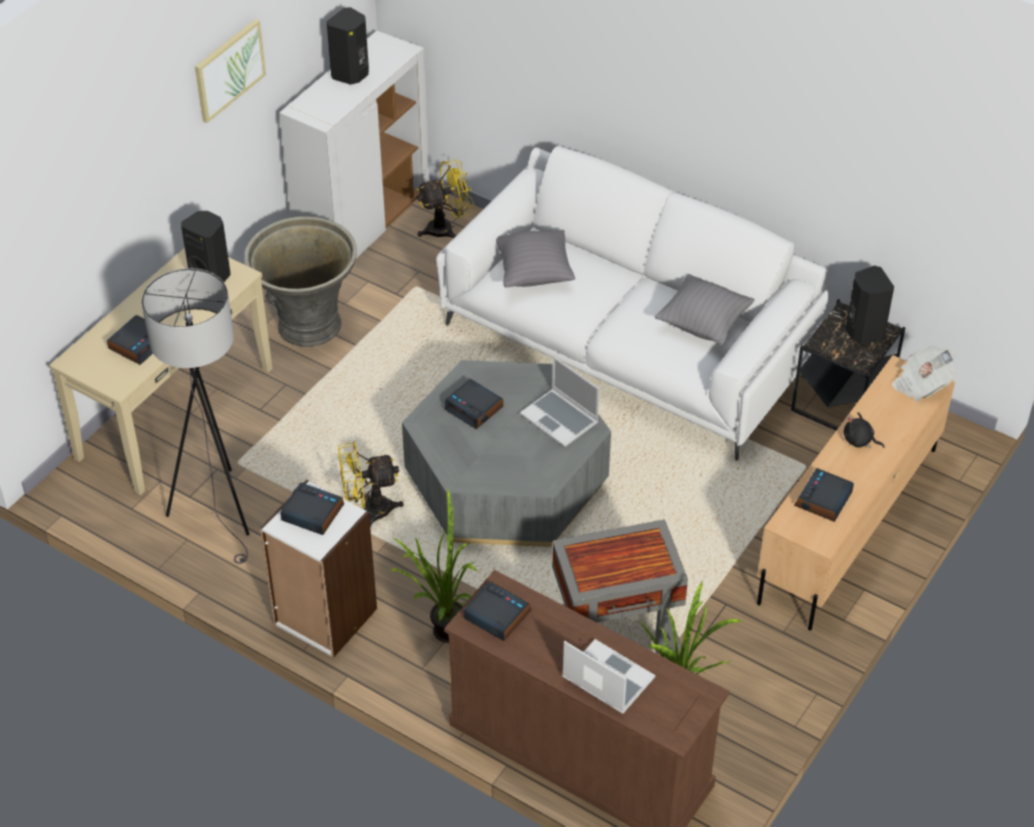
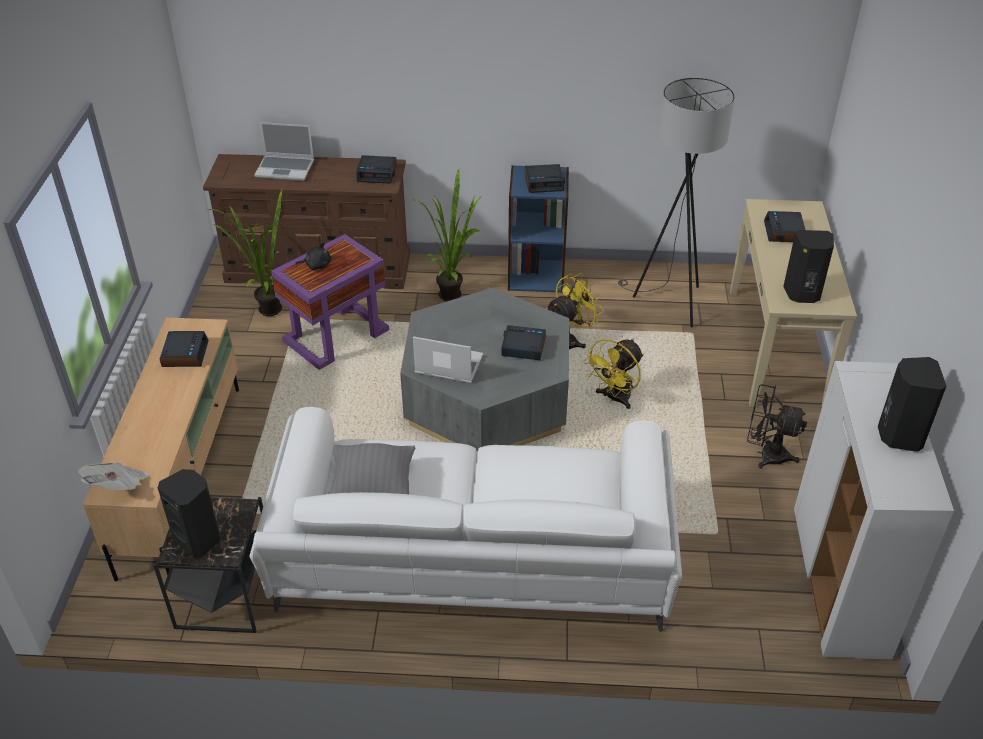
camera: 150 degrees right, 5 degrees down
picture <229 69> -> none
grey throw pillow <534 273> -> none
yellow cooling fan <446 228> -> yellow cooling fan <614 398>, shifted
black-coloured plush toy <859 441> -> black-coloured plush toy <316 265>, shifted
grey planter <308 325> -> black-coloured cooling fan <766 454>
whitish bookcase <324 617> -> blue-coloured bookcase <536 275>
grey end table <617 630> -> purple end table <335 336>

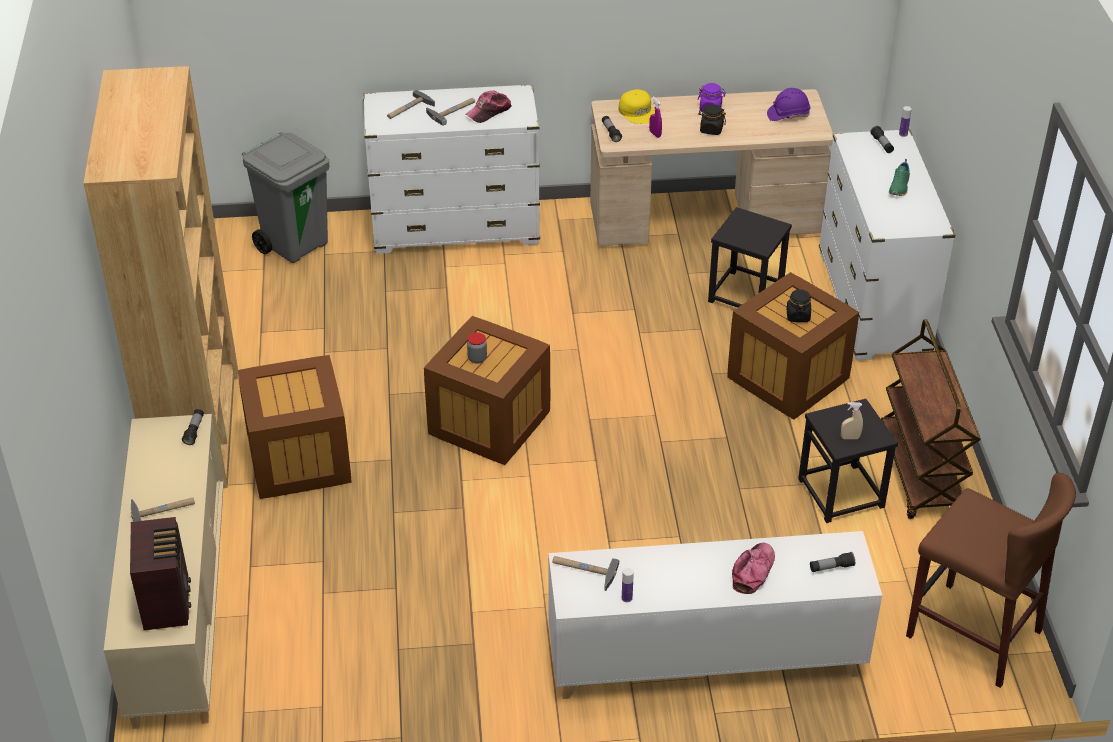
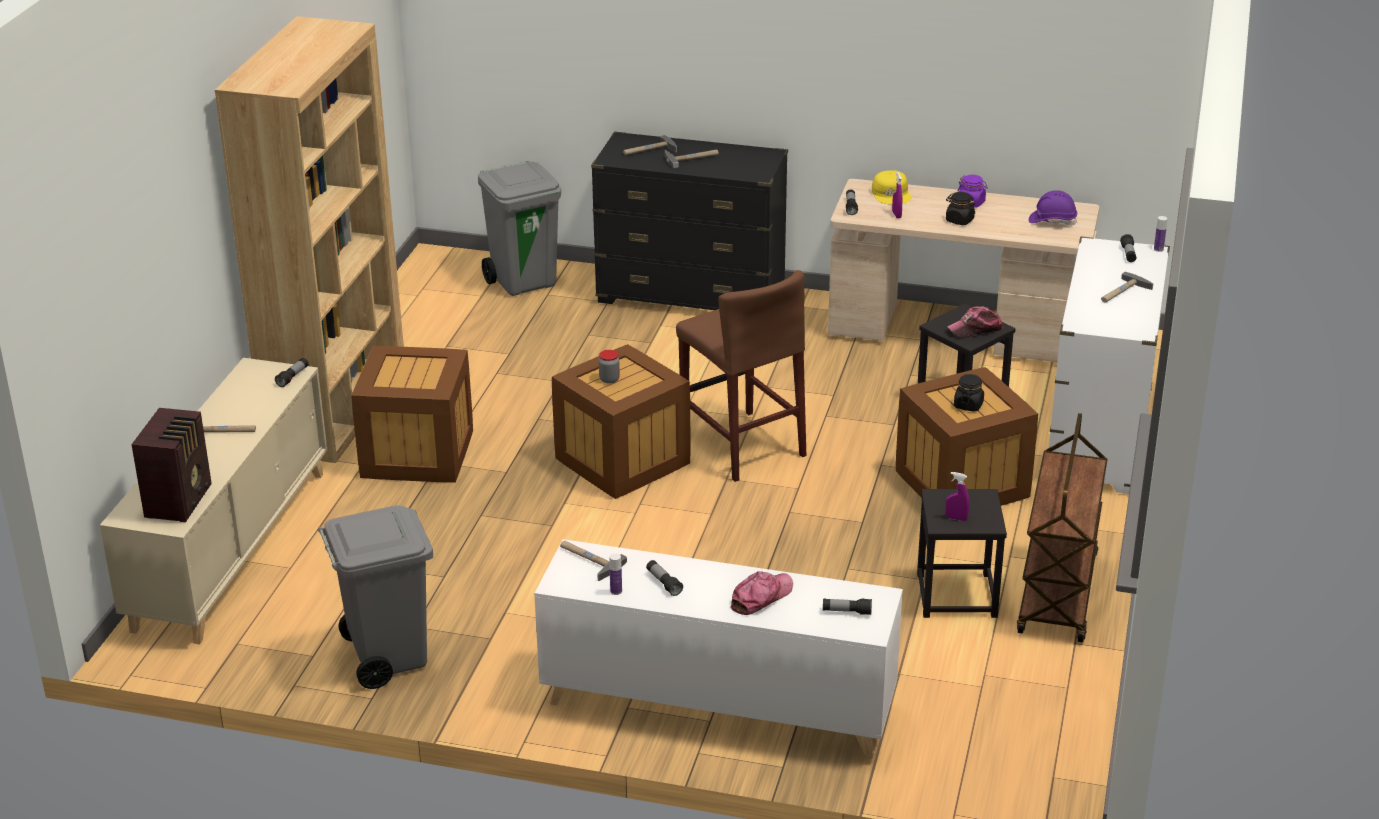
camera: 20 degrees right, 10 degrees down
none -> grey rubbish bin <386 656>
none -> hand torch <664 583>
cap <489 111> -> cap <975 329>, shifted
brown-coloured stool seat <973 633> -> brown-coloured stool seat <742 445>, shifted
greenish shoe <899 187> -> hand hammer <1122 292>
whitish dresser <456 229> -> black-coloured dresser <691 296>
beige-coloured spray bottle <850 437> -> purple spray bottle <956 518>

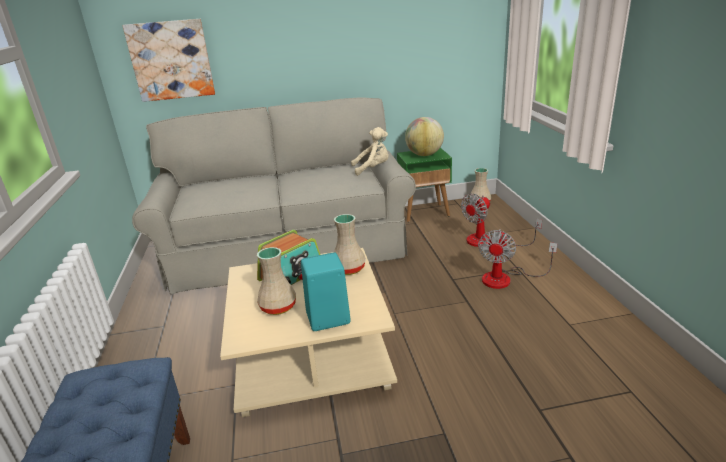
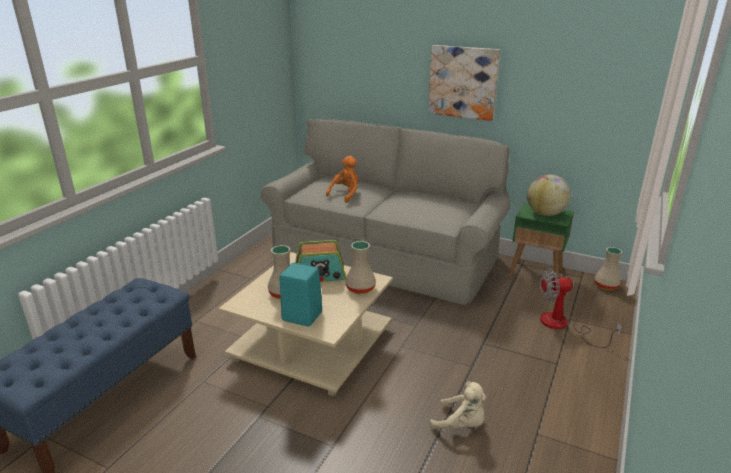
camera: 35 degrees right, 0 degrees up
cooling fan <505 278> -> none
none -> orange-coloured plush toy <345 194>
picture <171 60> -> picture <463 82>, shifted
beige-coloured plush toy <372 169> -> beige-coloured plush toy <461 424>, shifted

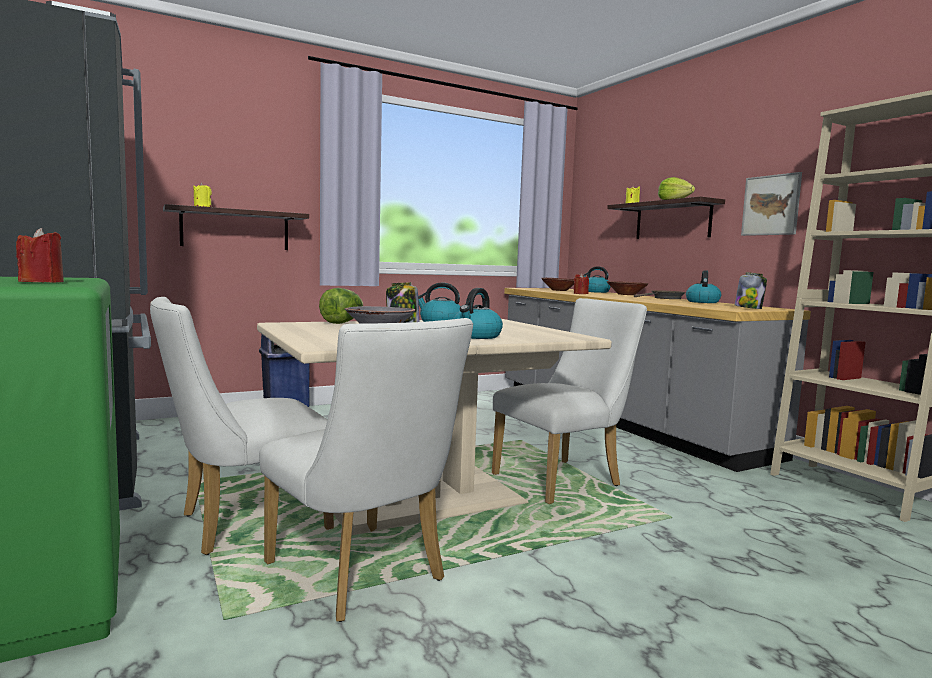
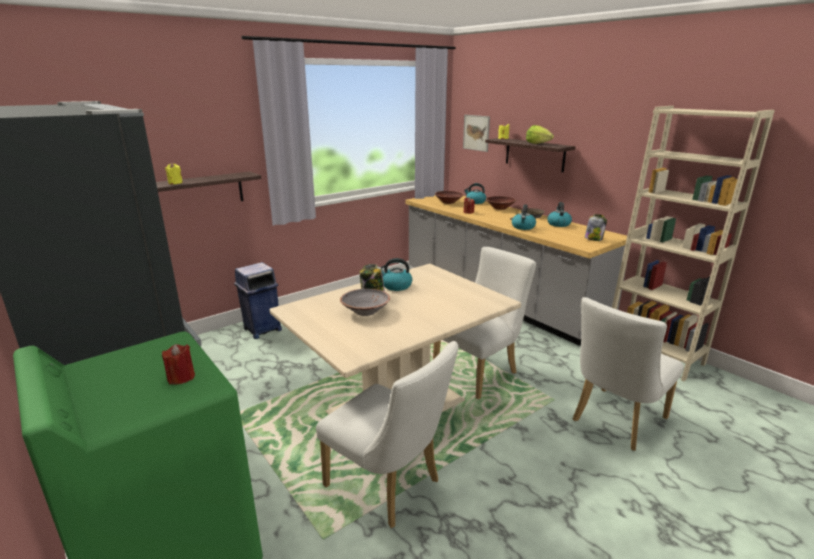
camera: 10 degrees left, 15 degrees up
lettuce <342 322> -> none
whitish chair <244 524> -> whitish chair <615 422>, shifted
kettle <476 336> -> kettle <523 227>, shifted
picture <771 205> -> picture <476 133>, shifted

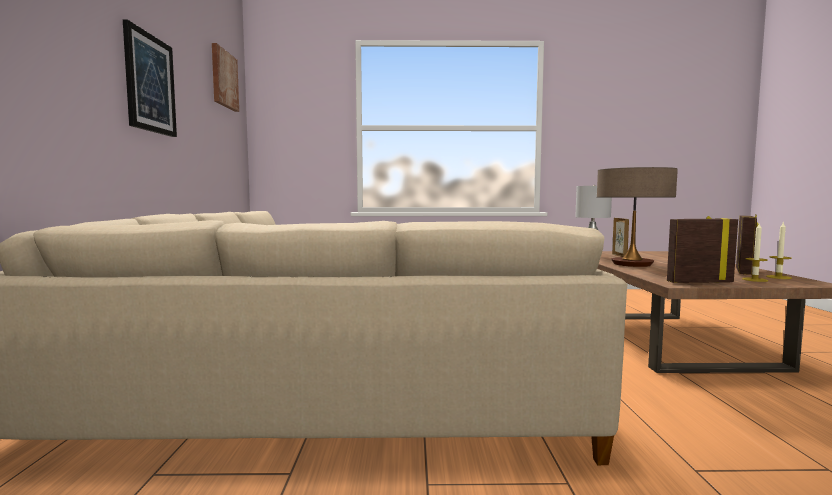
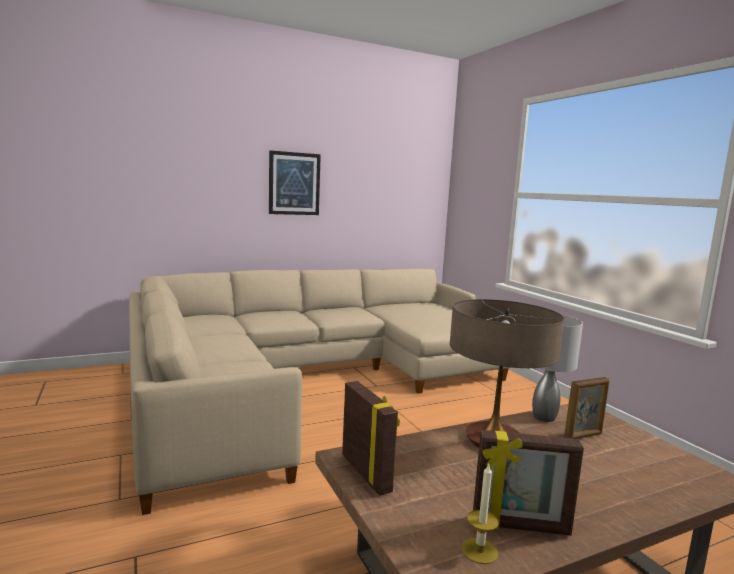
camera: 65 degrees right, 5 degrees up
picture <224 79> -> none
wax candle <754 279> -> none

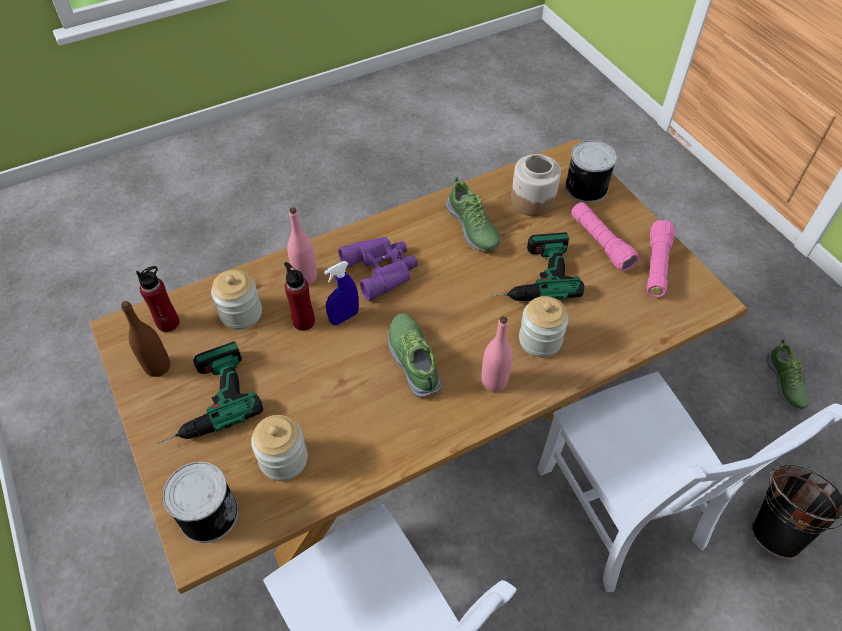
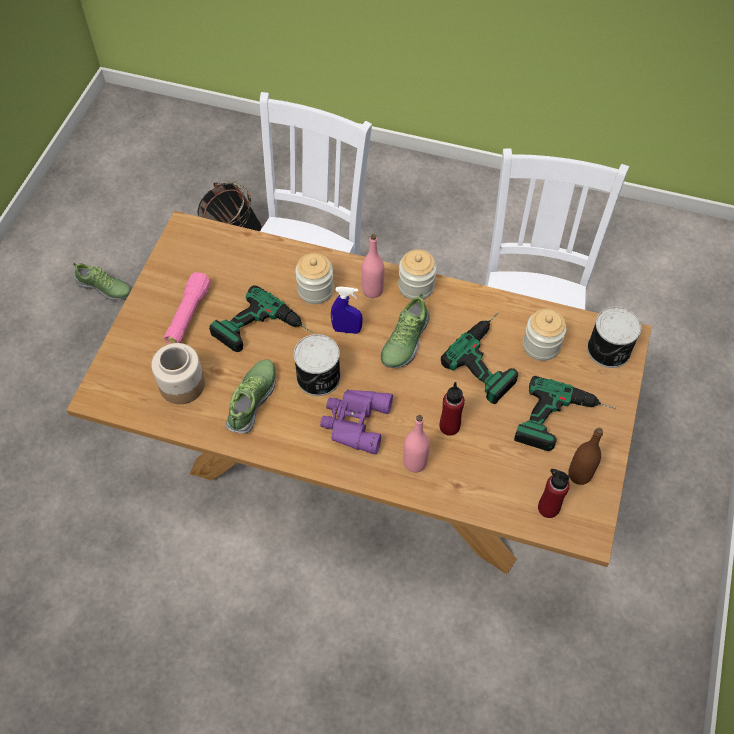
camera: 135 degrees left, 5 degrees up
pinkish hand torch <656 266> -> none
none -> power drill <491 357>
jar <241 313> -> jar <416 286>, shifted
blue-coloured spray bottle <344 317> -> blue-coloured spray bottle <347 330>, shifted
can <584 187> -> can <319 378>, shifted
shoe <785 383> -> shoe <104 288>, 75 degrees clockwise

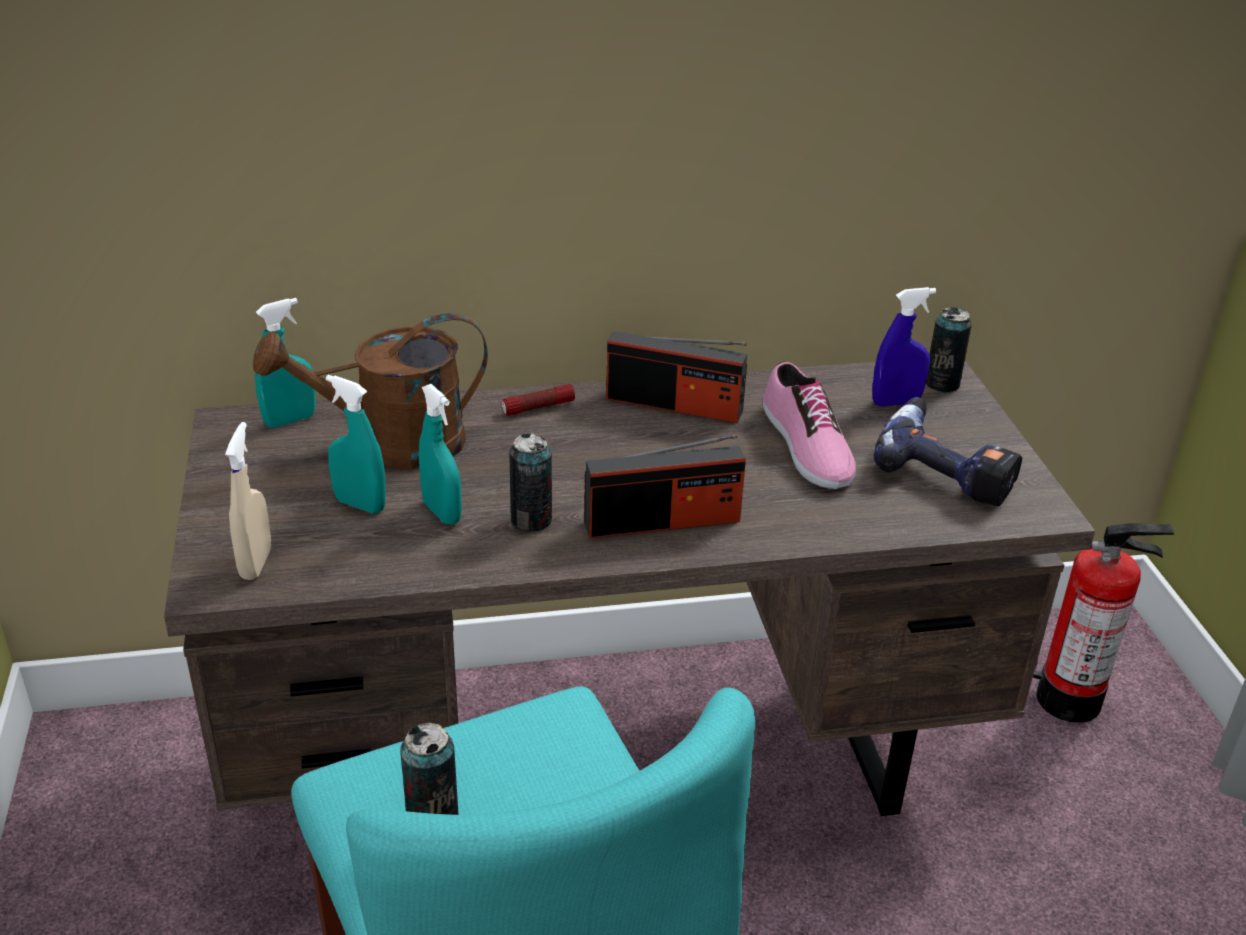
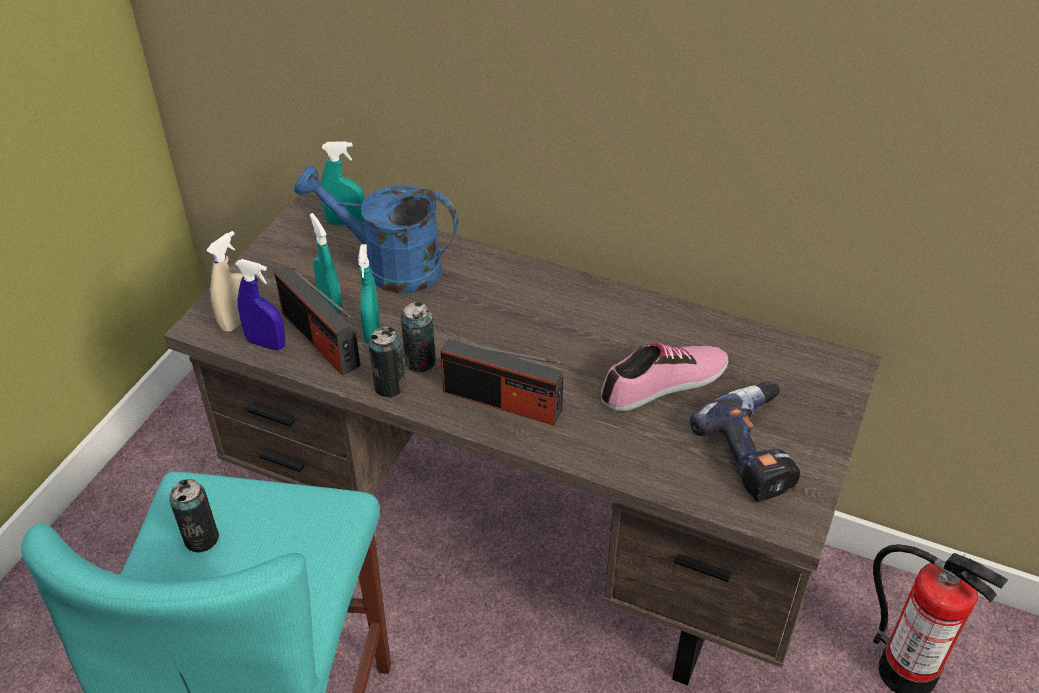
camera: 35 degrees right, 10 degrees up
hand torch <538 407> -> none
radio receiver <674 405> -> radio receiver <320 339>, shifted
blue-coloured spray bottle <896 402> -> blue-coloured spray bottle <266 344>, shifted
can <942 383> -> can <389 386>, shifted
brown-coloured watering pot <392 444> -> blue-coloured watering pot <389 266>
shoe <805 446> -> shoe <665 384>, 135 degrees counterclockwise

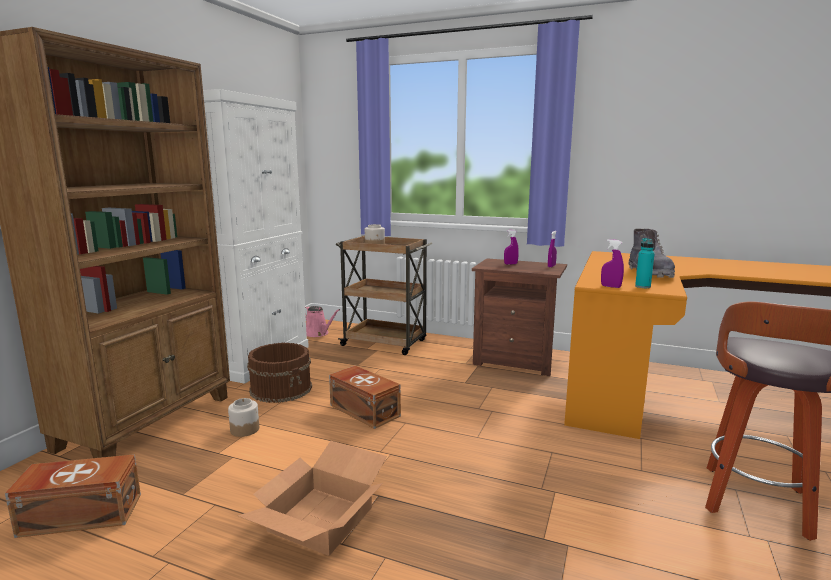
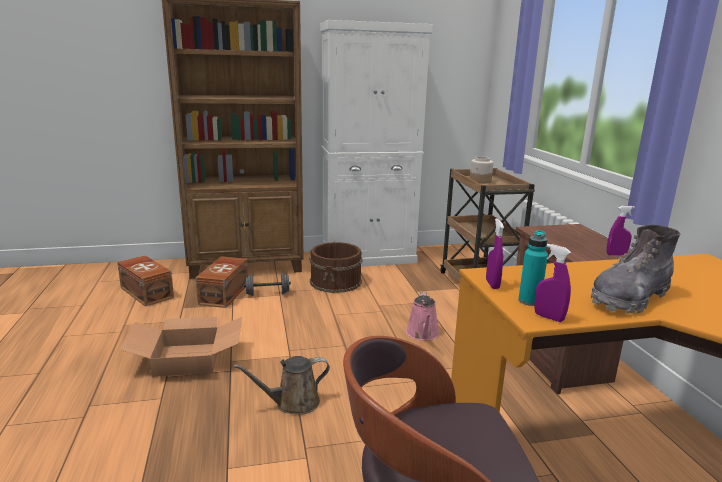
camera: 55 degrees right, 5 degrees up
none -> brown-coloured watering pot <293 403>
pinkish watering pot <318 333> -> pinkish watering pot <423 334>, shifted
brown-coloured storage container <364 410> -> brown-coloured storage container <225 293>, shifted
purple spray bottle <510 264> -> purple spray bottle <548 317>, shifted
jar <244 429> -> grey hand weight <267 294>

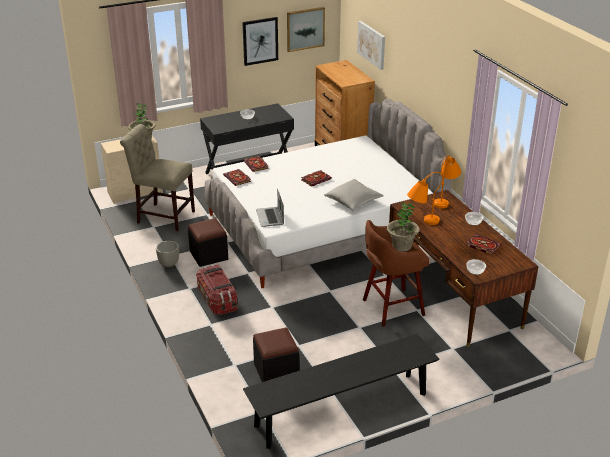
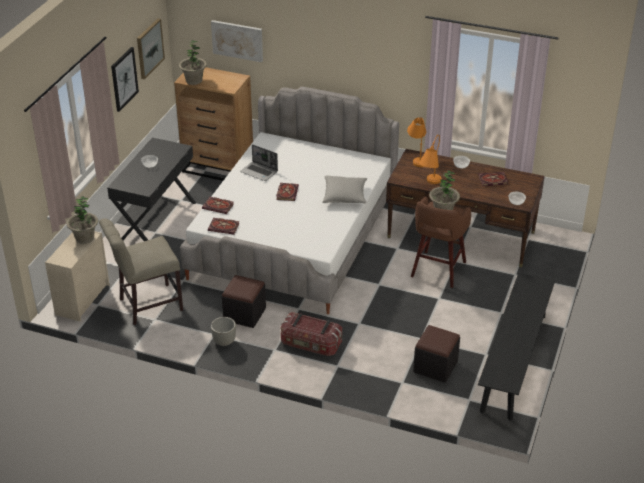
camera: 45 degrees left, 5 degrees up
none -> houseplant <194 80>
portable computer <270 218> -> portable computer <259 172>, shifted

